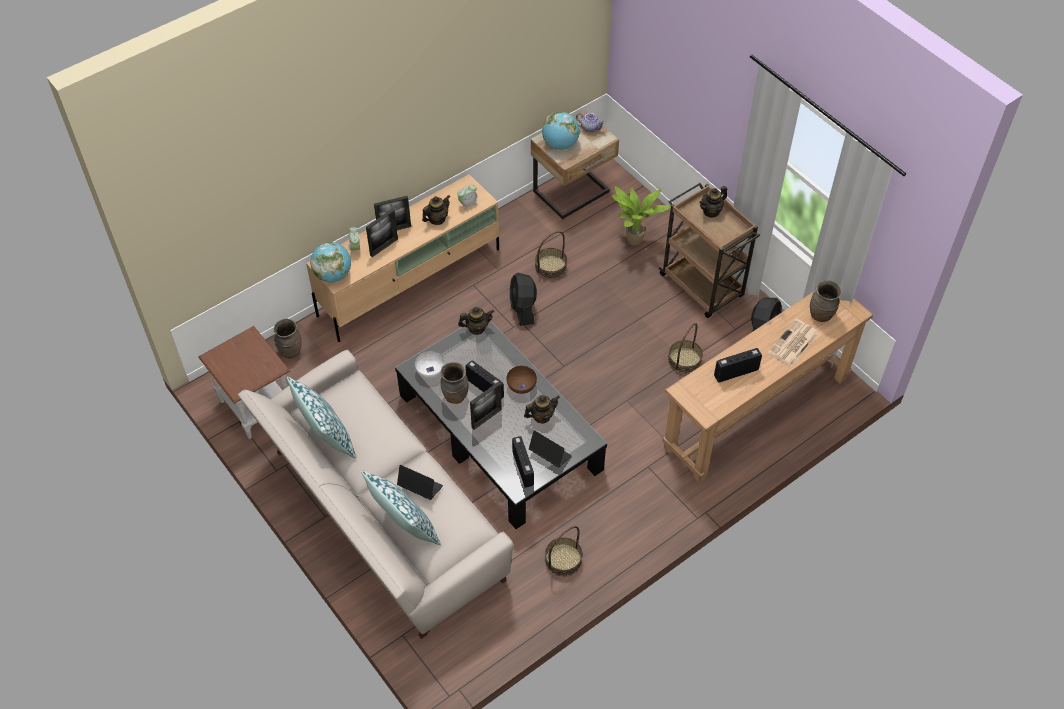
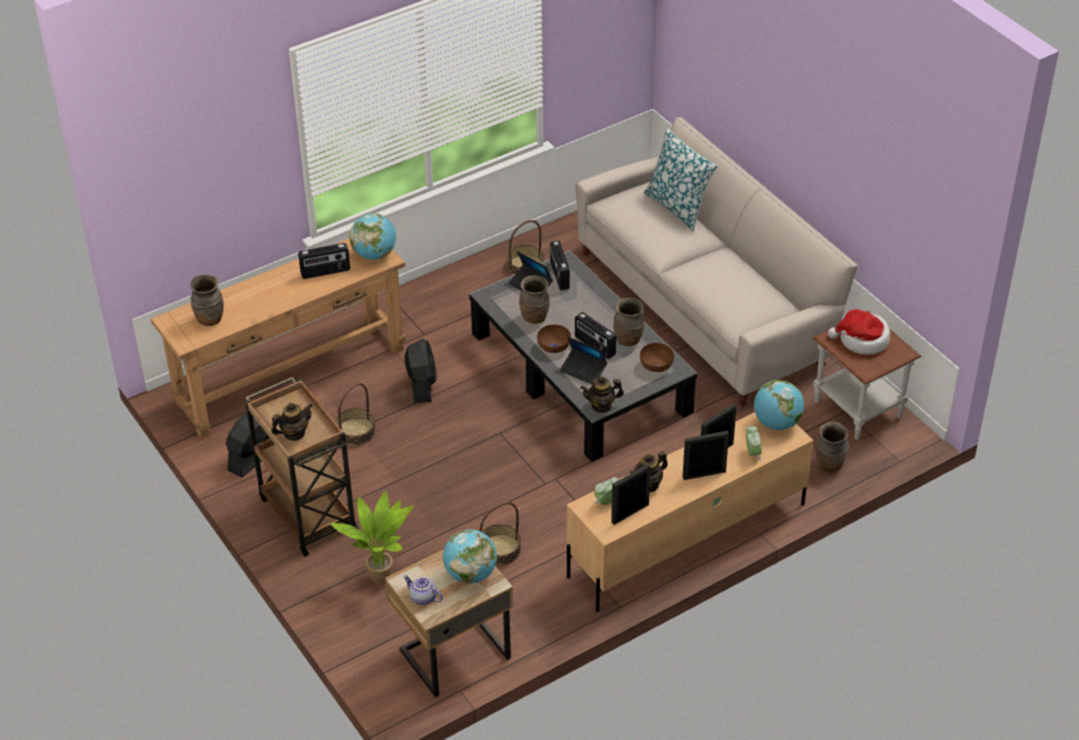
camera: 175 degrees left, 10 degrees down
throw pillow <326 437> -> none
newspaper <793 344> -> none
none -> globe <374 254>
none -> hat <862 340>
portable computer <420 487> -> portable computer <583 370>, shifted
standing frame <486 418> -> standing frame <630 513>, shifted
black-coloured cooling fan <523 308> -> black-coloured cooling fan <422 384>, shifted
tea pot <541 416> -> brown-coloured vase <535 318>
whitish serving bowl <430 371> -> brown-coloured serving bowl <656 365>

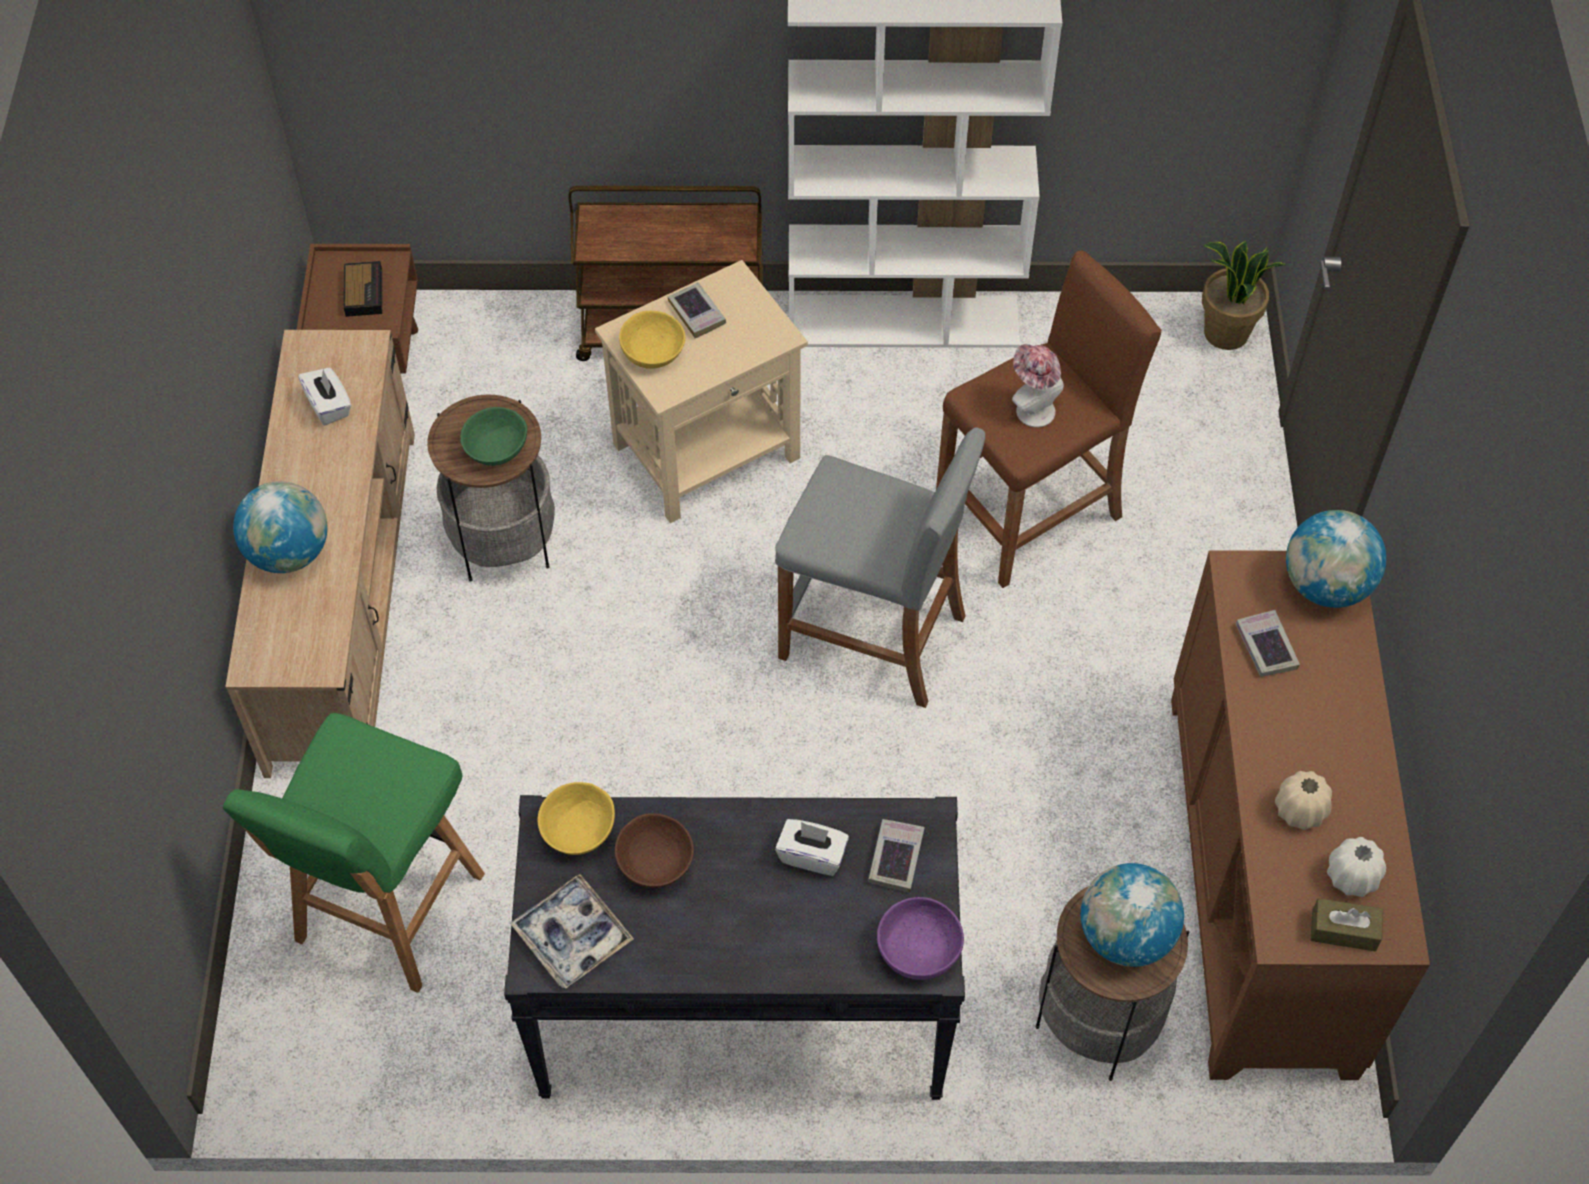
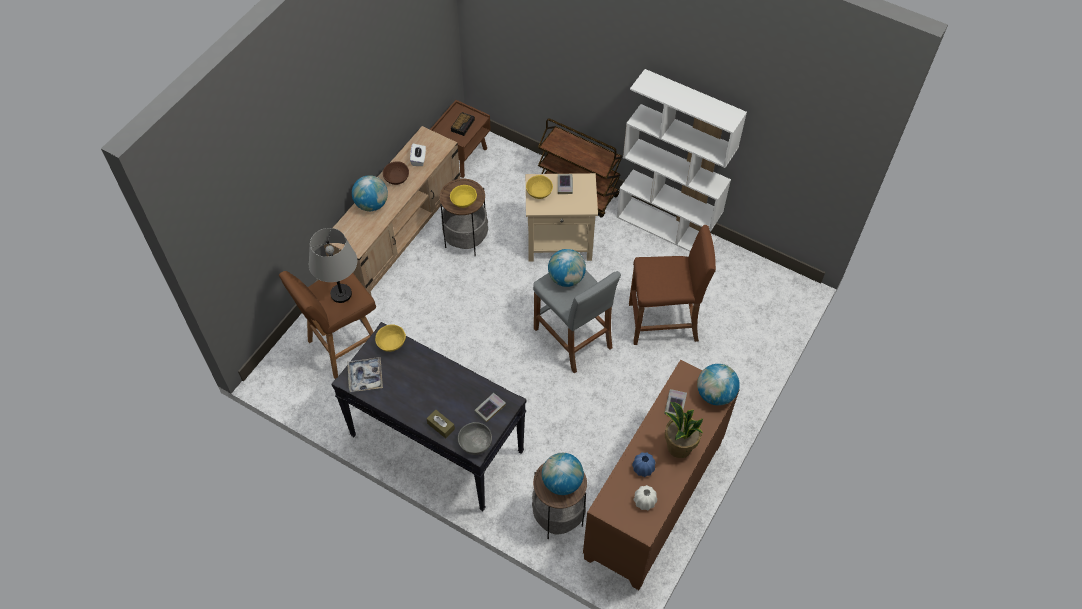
camera: 30 degrees right, 0 degrees up
whitish tissue box <812 855> -> none
hat <1031 408> -> none
none -> grey lamp for a table <341 294>
none -> globe <566 278>
brown-coloured serving bowl <653 863> -> brown-coloured serving bowl <396 178>, shifted
houseplant <1225 333> -> houseplant <679 447>, shifted
brown-coloured tissue box <1343 930> -> brown-coloured tissue box <441 426>, shifted
greenish stool seat <387 911> -> brown-coloured stool seat <343 347>
greenish serving bowl <497 449> -> yellow serving bowl <464 201>
purple serving bowl <918 950> -> grey serving bowl <475 443>
beige-coloured vase <1299 810> -> blue-coloured vase <643 468>

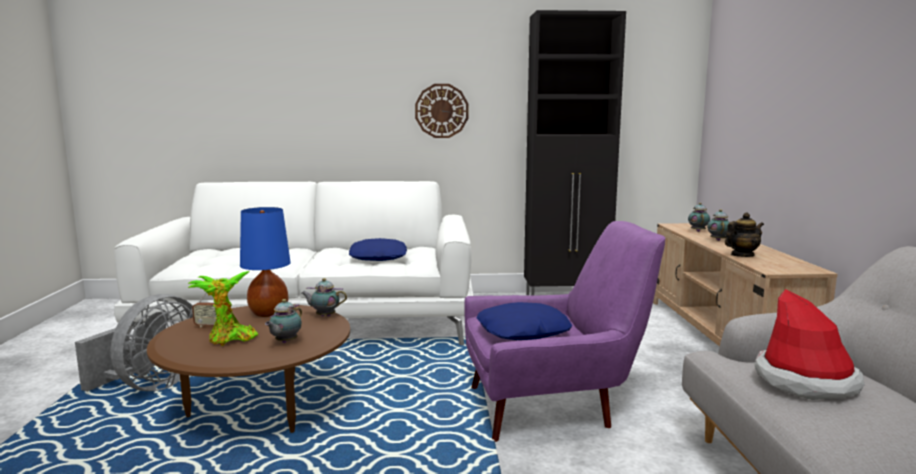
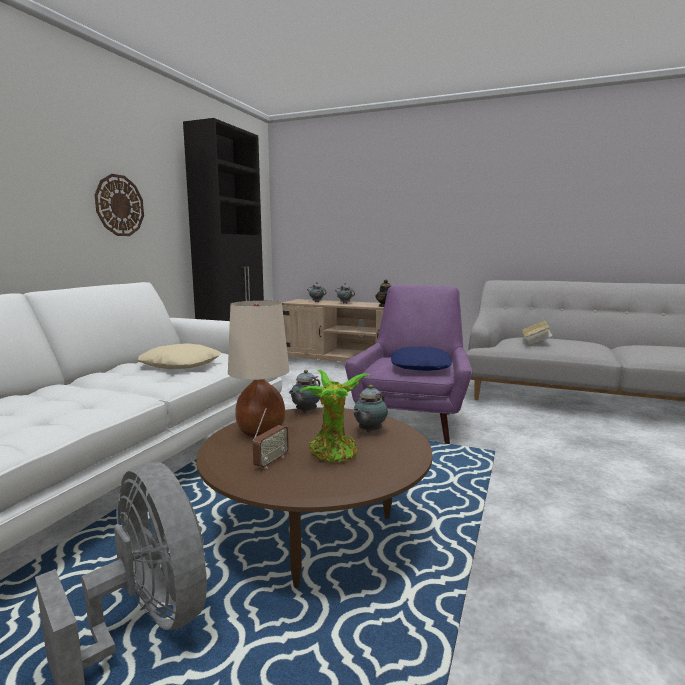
camera: 65 degrees left, 0 degrees up
hat <805 381> -> bound book <535 341>
blue-coloured lamp for a table <269 313> -> beige-coloured lamp for a table <261 432>
blue-coloured throw pillow <379 257> -> beige-coloured throw pillow <181 365>
tea pot <285 342> -> tea pot <369 431>, 75 degrees clockwise

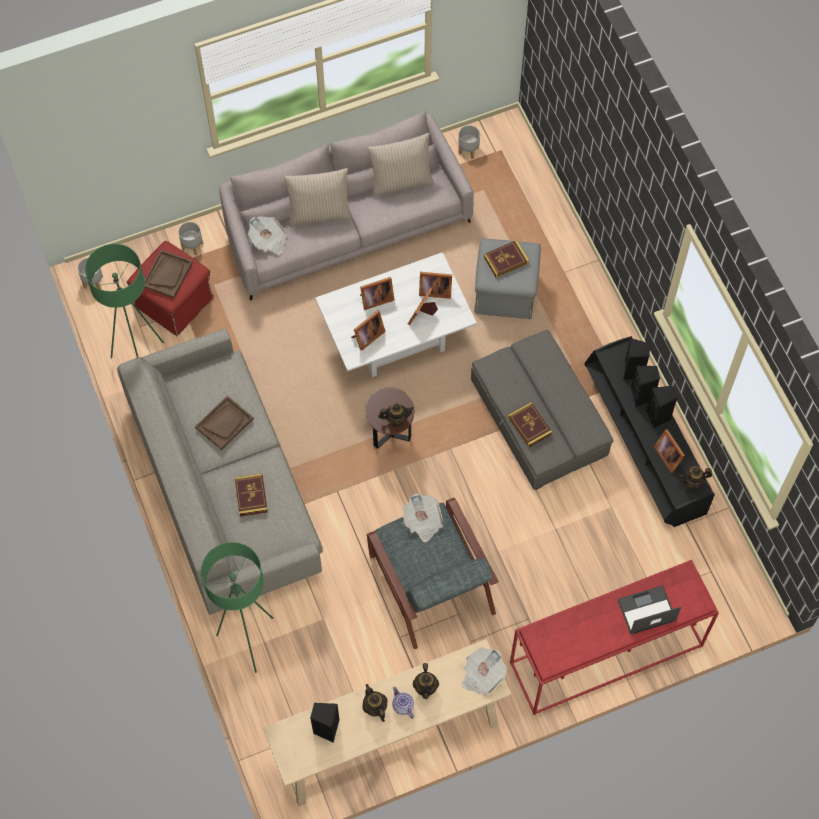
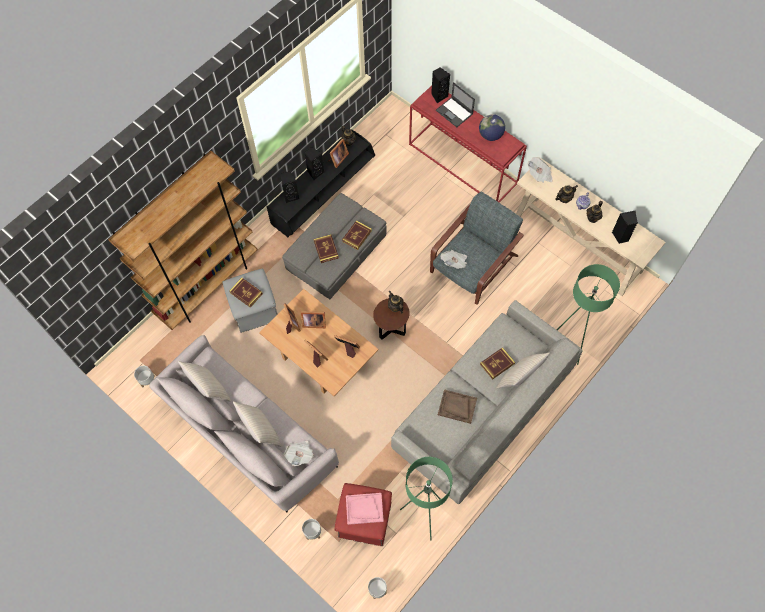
camera: 115 degrees left, 0 degrees up
none -> brown-coloured bookcase <208 285>
none -> bound book <326 249>
none -> globe <490 135>
none -> beige-coloured throw pillow <519 378>
black-coloured speaker <642 396> -> black-coloured speaker <439 96>, shifted
brown-coloured carrying tray <167 274> -> pinkish carrying tray <364 509>
whitish coffee table <396 340> -> brown-coloured coffee table <322 358>

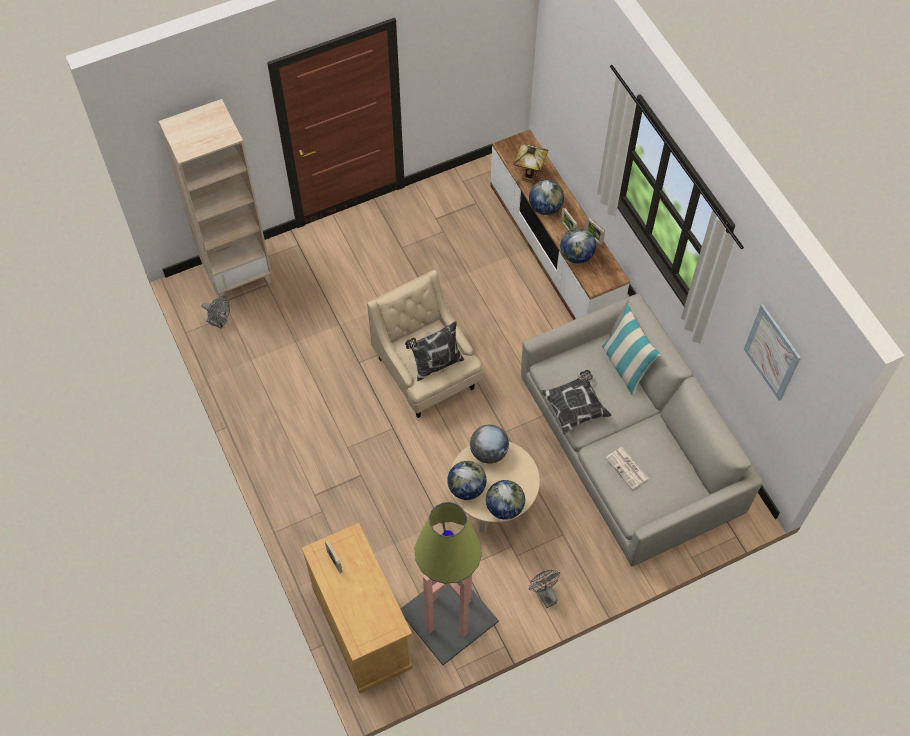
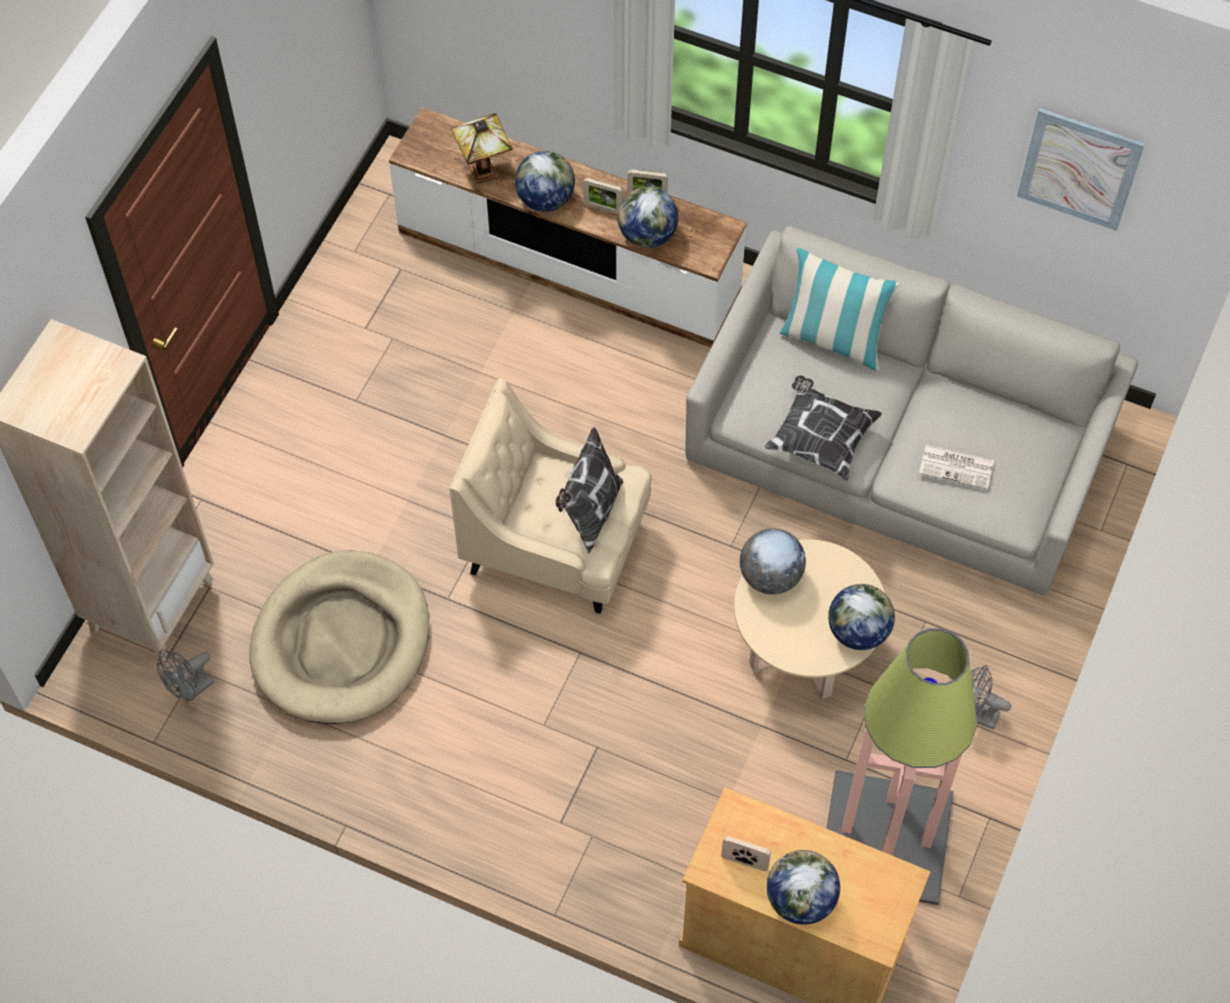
camera: 40 degrees left, 0 degrees up
none -> beige-coloured dog bed <342 642>
globe <466 488> -> globe <800 899>, shifted
grey cooling fan <219 322> -> grey cooling fan <190 690>, 150 degrees clockwise

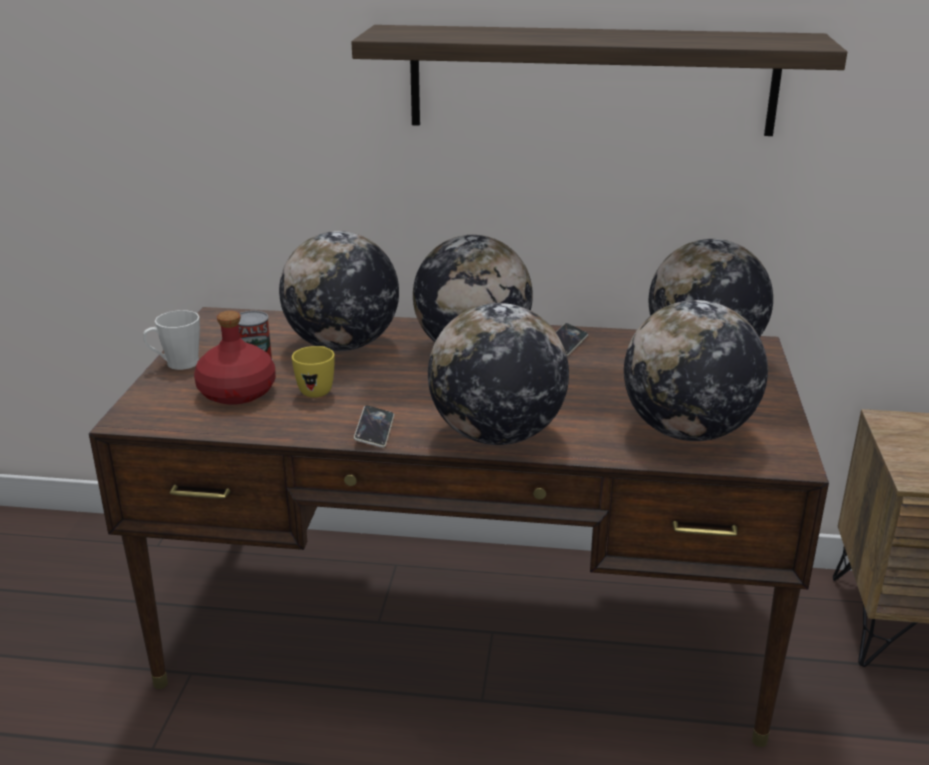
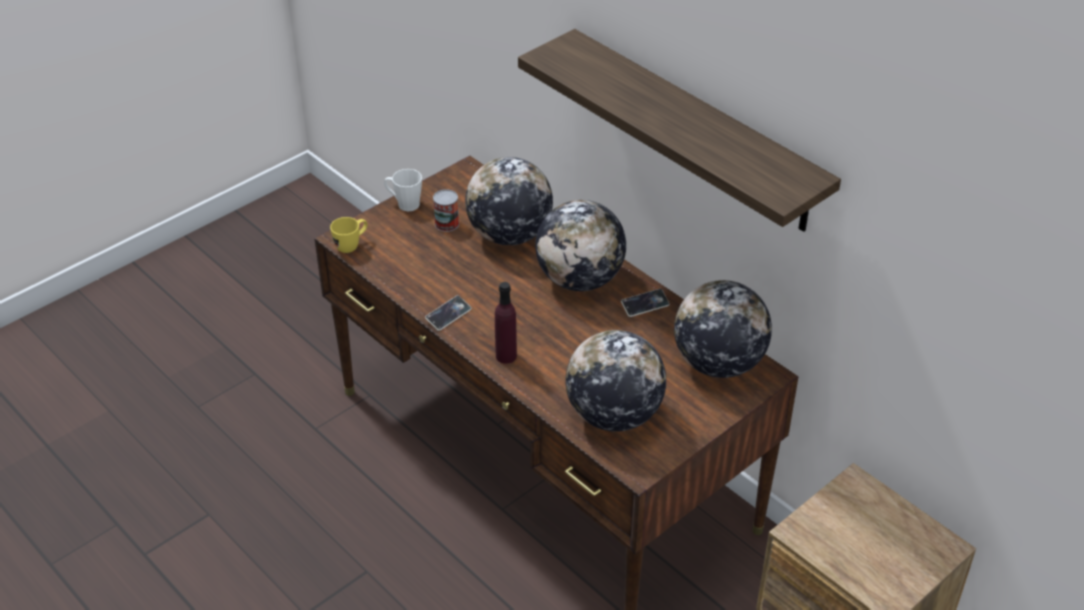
camera: 40 degrees right, 15 degrees up
red drink bottle <238 392> -> none
yellow coffee mug <318 389> -> yellow coffee mug <351 245>, shifted
globe <497 435> -> purple drink bottle <506 356>

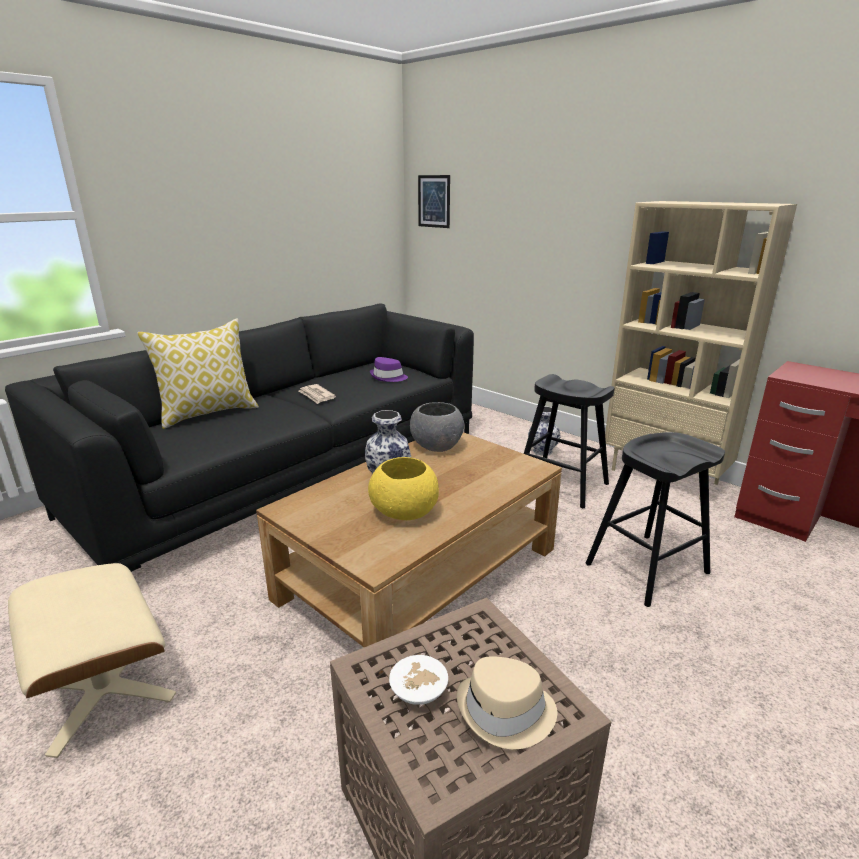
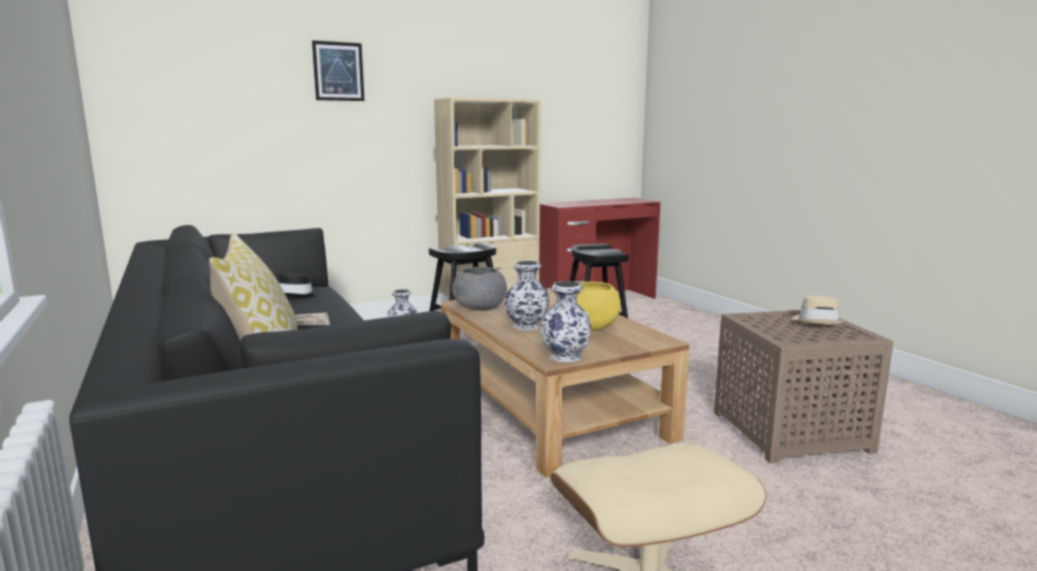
camera: 70 degrees left, 10 degrees down
whitish serving bowl <421 691> -> none
none -> vase <566 356>
picture <434 201> -> picture <338 71>, shifted
purple hat <388 377> -> black-coloured hat <298 295>

